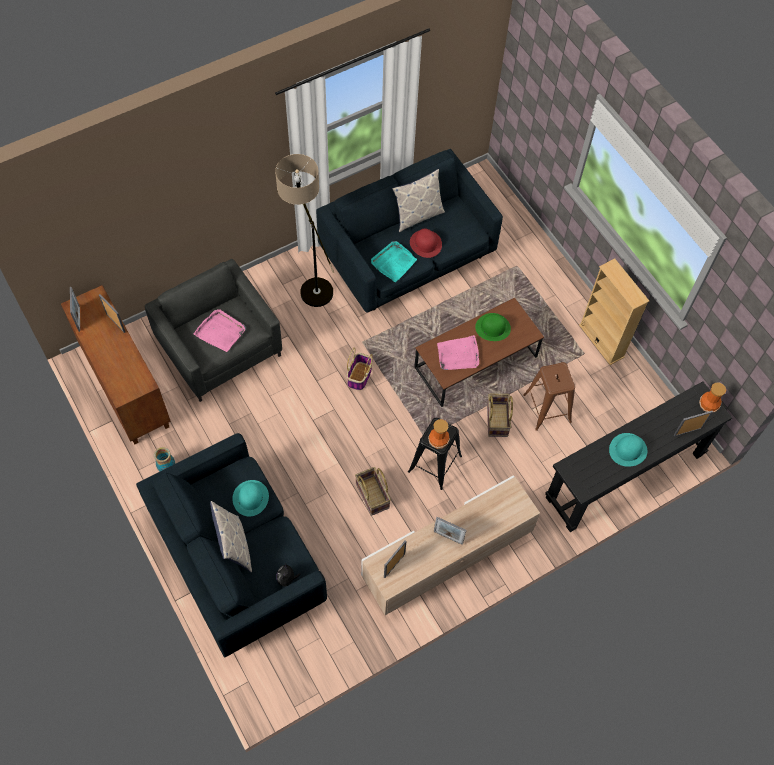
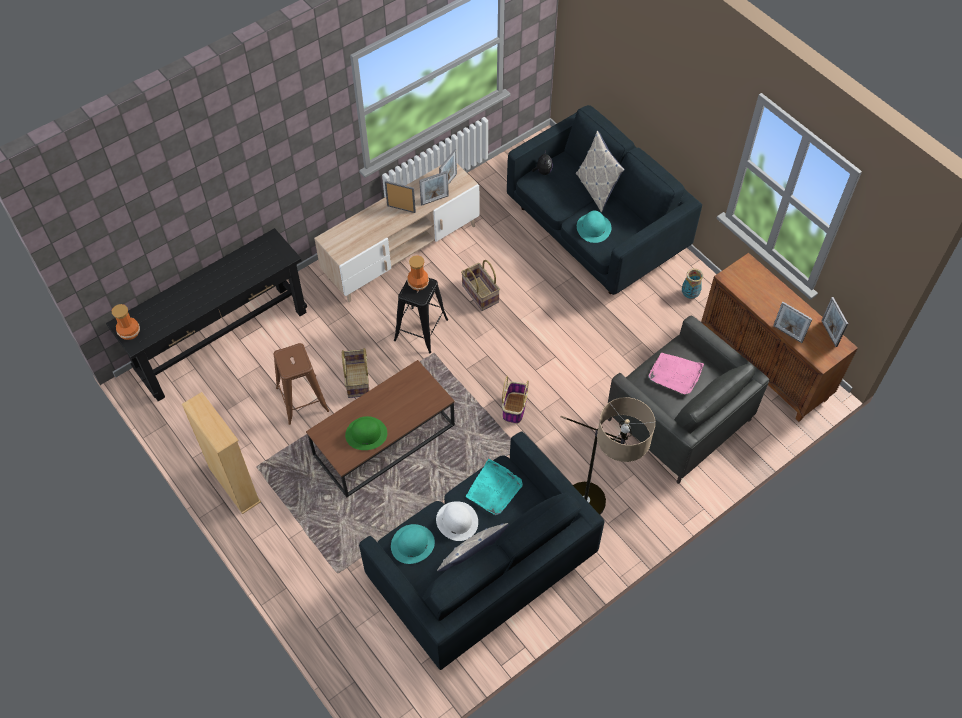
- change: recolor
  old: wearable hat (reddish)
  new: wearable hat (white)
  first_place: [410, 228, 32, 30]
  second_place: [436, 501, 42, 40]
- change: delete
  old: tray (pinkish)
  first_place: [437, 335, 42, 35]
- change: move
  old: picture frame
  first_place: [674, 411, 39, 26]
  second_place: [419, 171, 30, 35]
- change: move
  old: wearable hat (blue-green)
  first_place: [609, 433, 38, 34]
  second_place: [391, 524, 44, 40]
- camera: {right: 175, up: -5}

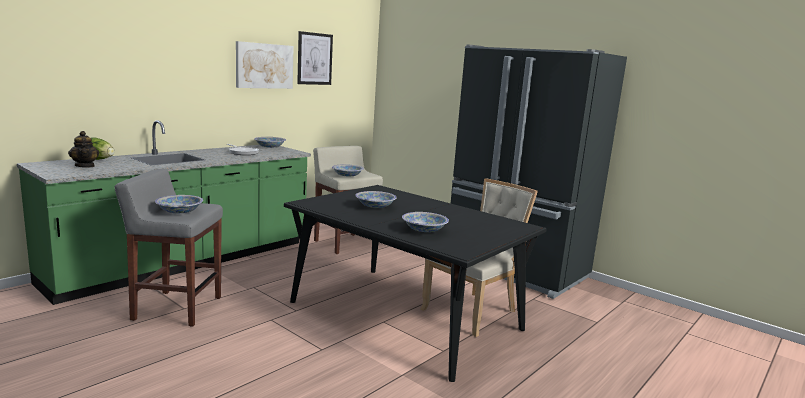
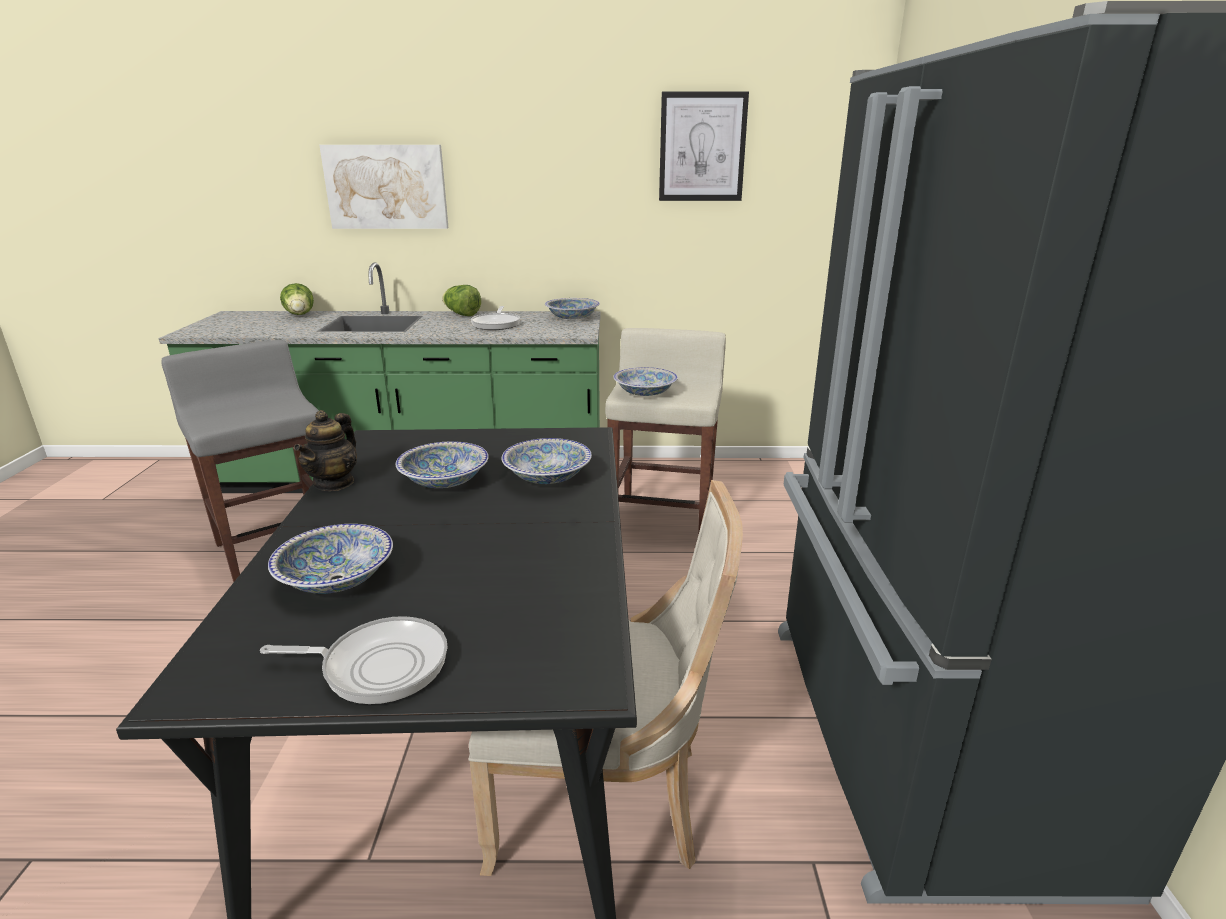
- change: move
  old: wall art
  first_place: [236, 41, 58, 48]
  second_place: [319, 145, 129, 84]
- change: move
  old: pot for tea
  first_place: [68, 131, 31, 37]
  second_place: [294, 410, 63, 81]
- change: move
  old: deep dish
  first_place: [155, 195, 48, 18]
  second_place: [501, 438, 91, 46]
- change: insert
  new: lettuce head
  second_place: [442, 285, 39, 31]
- change: insert
  new: frying pan
  second_place: [260, 616, 188, 88]
- camera: {right: 50, up: 10}

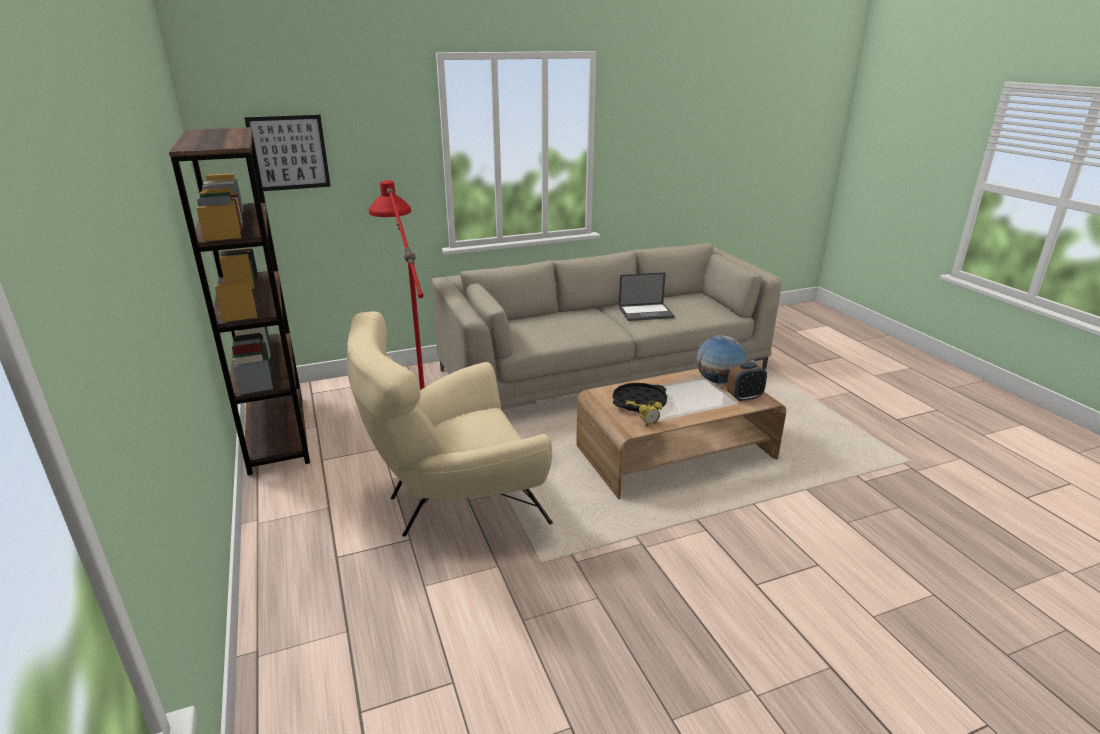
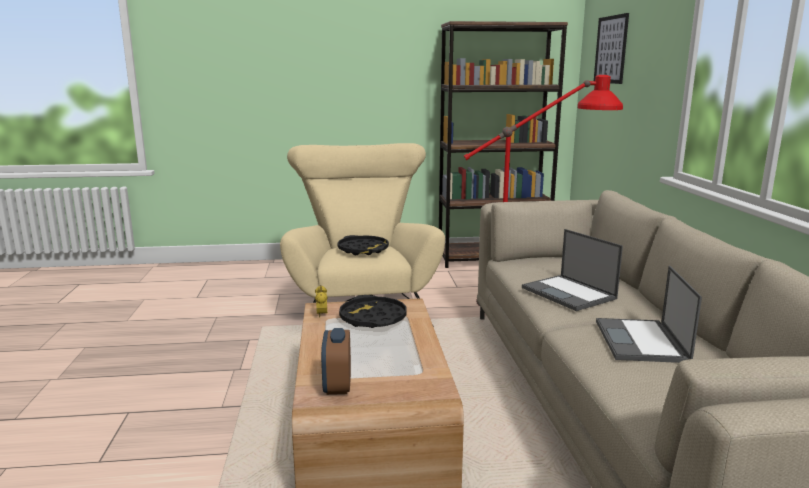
- change: delete
  old: globe
  first_place: [696, 335, 50, 48]
- change: insert
  new: notebook computer
  second_place: [522, 229, 101, 82]
- change: insert
  new: tray (black)
  second_place: [337, 235, 52, 21]
- camera: {right: 105, up: -10}

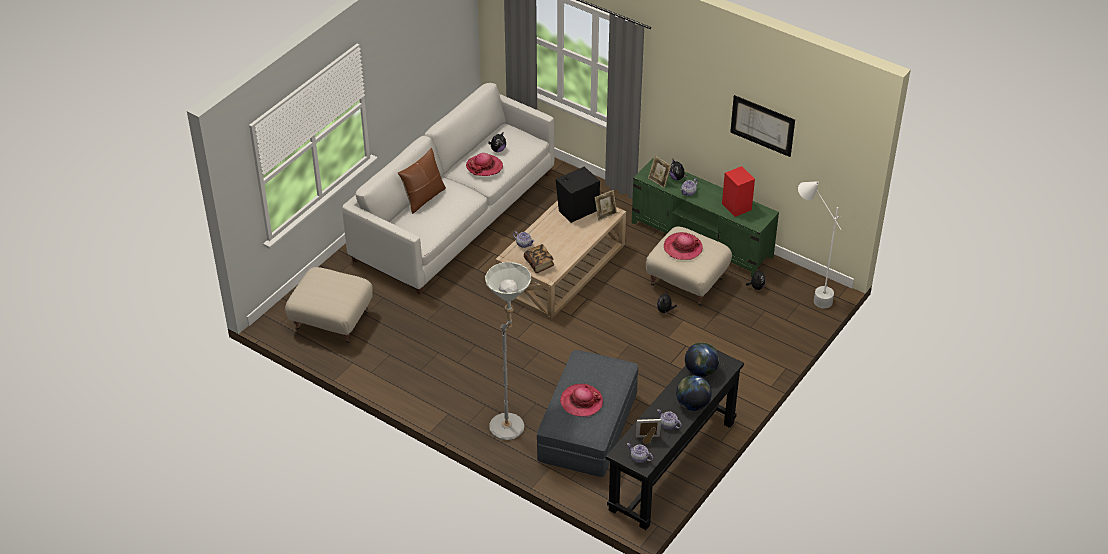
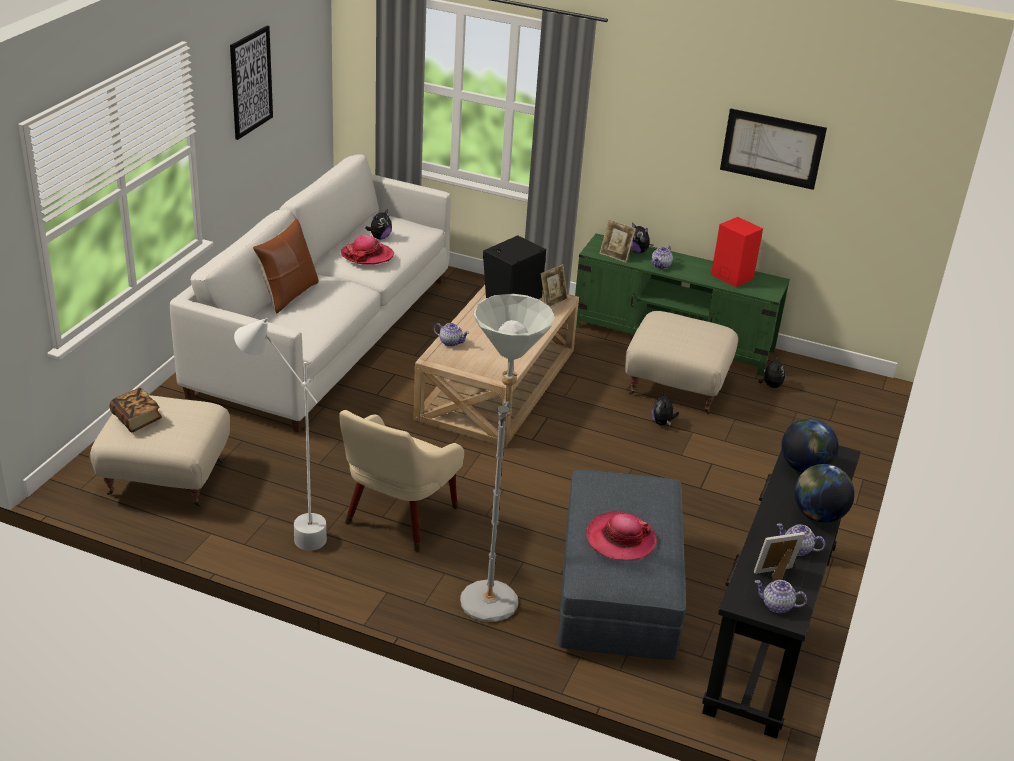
- change: move
  old: floor lamp (white)
  first_place: [798, 181, 43, 127]
  second_place: [234, 318, 93, 233]
- change: delete
  old: wearable hat
  first_place: [664, 232, 39, 28]
- change: move
  old: volume
  first_place: [524, 244, 30, 29]
  second_place: [110, 388, 52, 44]
- change: insert
  new: wall art
  second_place: [230, 26, 43, 114]
- change: insert
  new: armchair (beige-coloured)
  second_place: [339, 410, 125, 142]
- camera: {right: -15, up: -10}

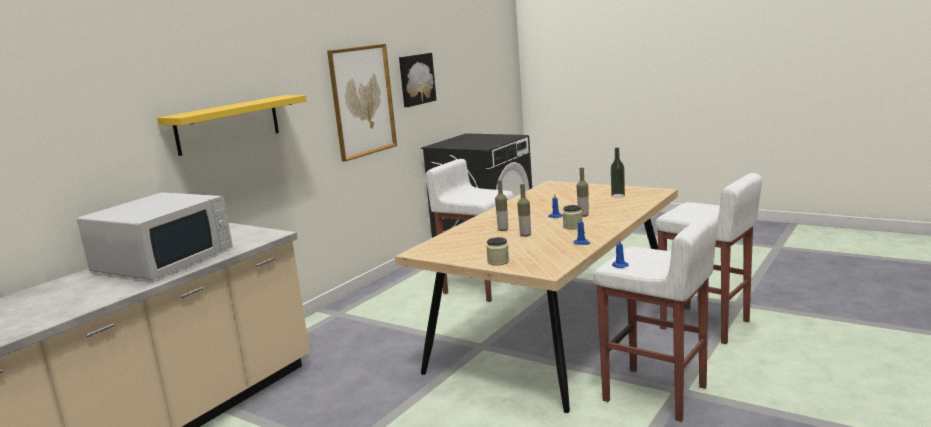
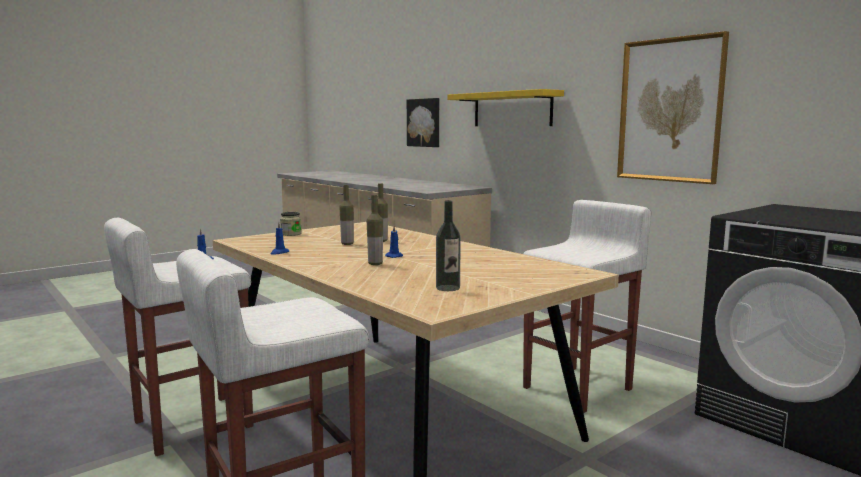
- change: move
  old: wall art
  first_place: [399, 53, 37, 54]
  second_place: [407, 98, 32, 49]
- change: delete
  old: microwave oven (white)
  first_place: [77, 192, 156, 88]
- change: delete
  old: preserve jar
  first_place: [563, 205, 19, 24]
- camera: {right: 105, up: -5}

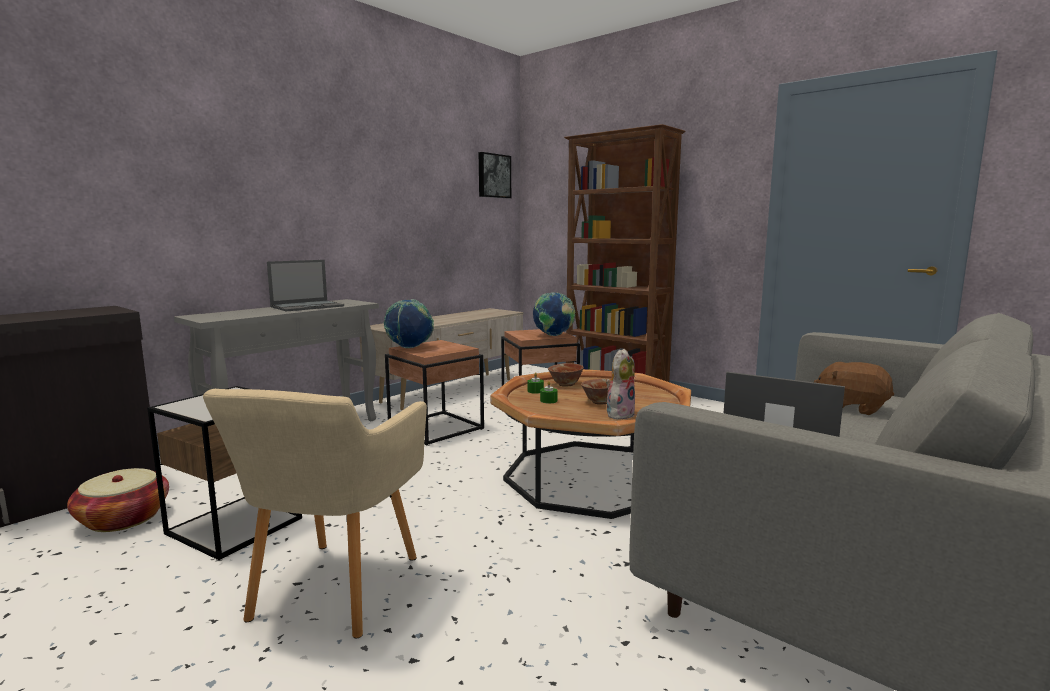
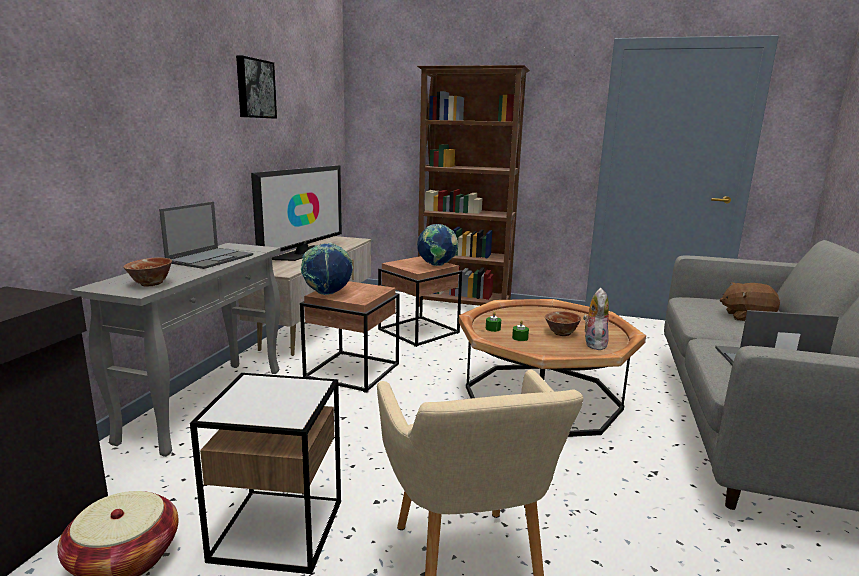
- change: move
  old: wall art
  first_place: [479, 152, 32, 46]
  second_place: [236, 55, 41, 64]
- change: move
  old: deep dish
  first_place: [548, 363, 36, 24]
  second_place: [123, 257, 49, 30]
- change: insert
  new: television
  second_place: [251, 165, 91, 96]
- camera: {right: -25, up: 5}

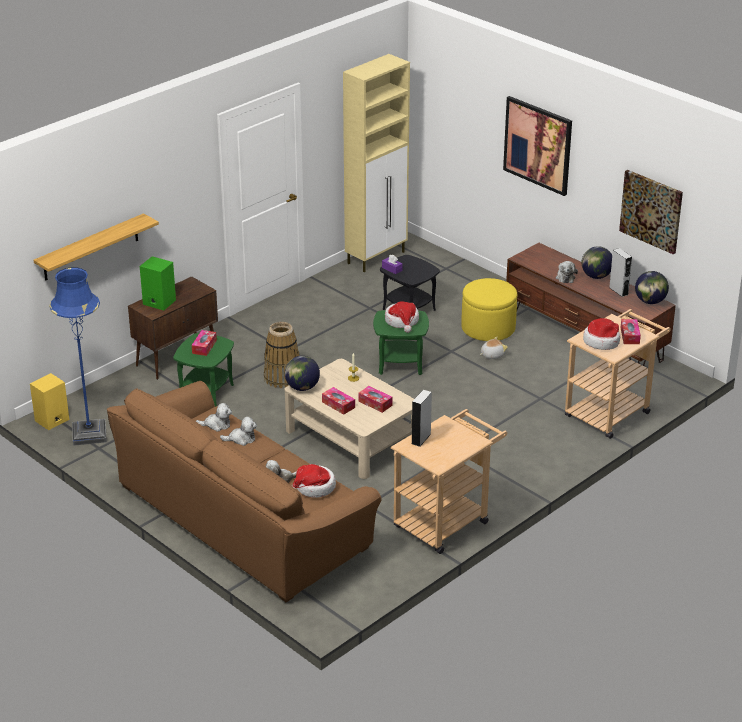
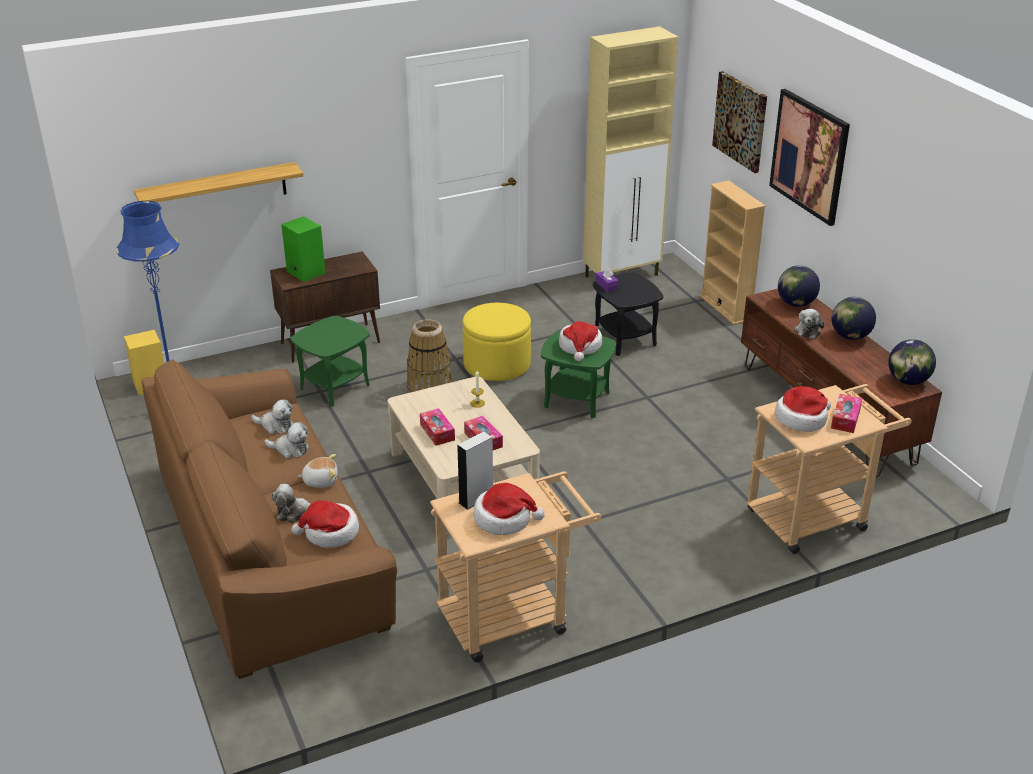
- change: move
  old: wall art
  first_place: [619, 170, 64, 84]
  second_place: [712, 71, 55, 102]
- change: delete
  old: speaker (greyish)
  first_place: [609, 248, 23, 49]
- change: move
  old: ottoman (yellowish)
  first_place: [461, 278, 56, 63]
  second_place: [462, 303, 69, 78]
- change: delete
  old: tissue box
  first_place: [192, 330, 25, 26]
- change: move
  old: soft toy
  first_place: [480, 337, 28, 22]
  second_place: [297, 454, 41, 34]
- change: move
  old: globe
  first_place: [285, 356, 35, 35]
  second_place: [778, 265, 42, 42]
- change: insert
  new: shelving unit (beige-coloured)
  second_place: [700, 181, 66, 144]
- change: insert
  new: wearable hat
  second_place: [474, 483, 71, 52]
- camera: {right: 20, up: 0}

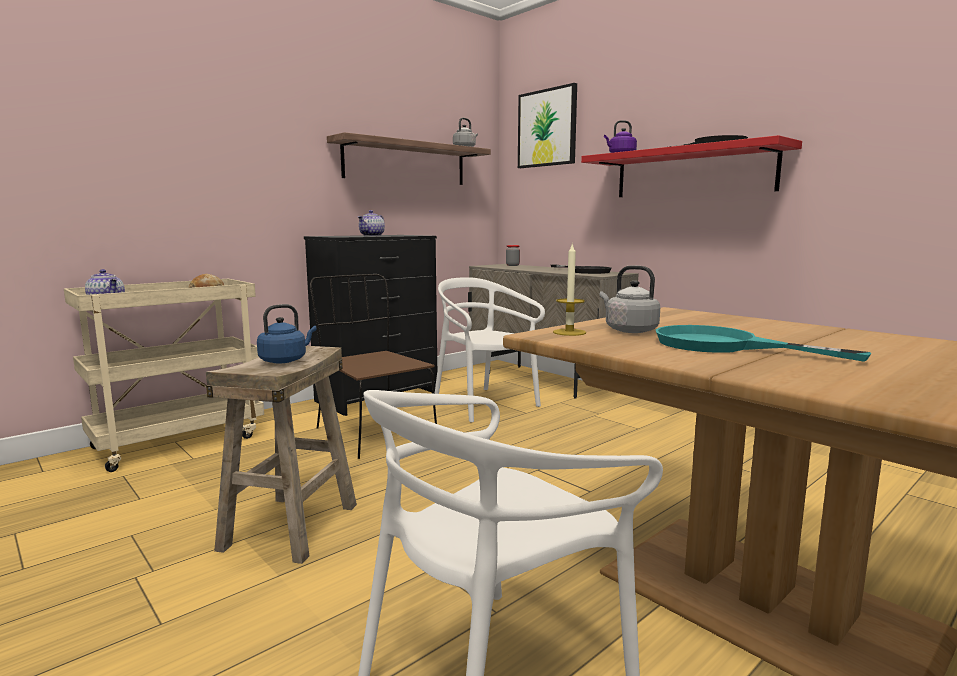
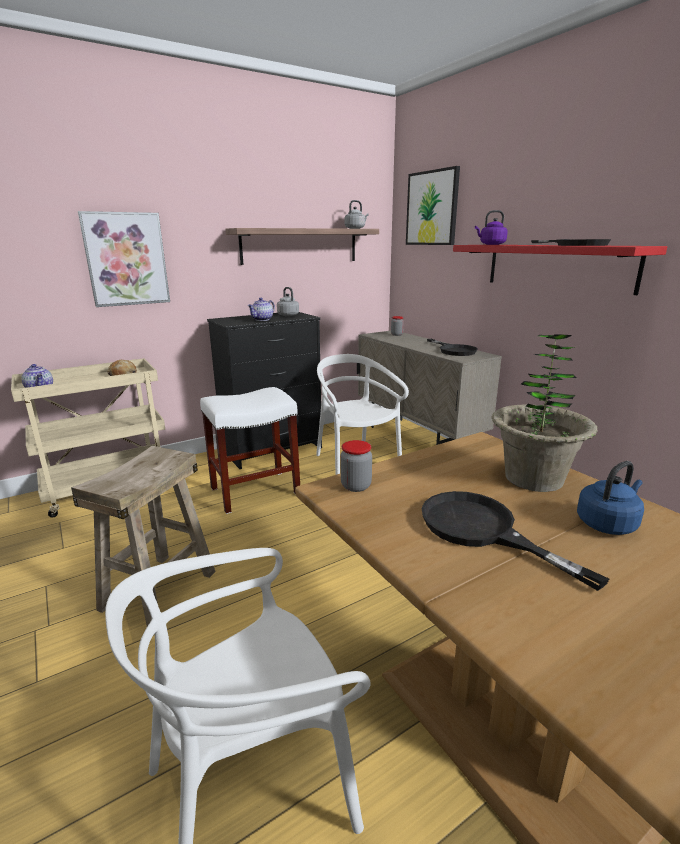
- change: replace
  old: candle
  new: preserve jar
  first_place: [553, 243, 33, 93]
  second_place: [341, 440, 31, 52]
- change: move
  old: tea kettle (greyish)
  first_place: [600, 265, 60, 68]
  second_place: [277, 287, 22, 29]
- change: replace
  old: upright chair (brown)
  new: stool (white)
  first_place: [310, 274, 127, 185]
  second_place: [200, 387, 100, 127]
- change: move
  old: tea kettle (blue-coloured)
  first_place: [257, 304, 60, 59]
  second_place: [577, 461, 67, 74]
- change: recolor
  old: frying pan (blue-green)
  new: frying pan (black)
  first_place: [656, 325, 215, 37]
  second_place: [422, 491, 187, 100]
- change: insert
  new: wall art
  second_place: [78, 211, 92, 96]
- change: insert
  new: plant in a pot
  second_place: [492, 334, 106, 158]
- camera: {right: 10, up: 10}

